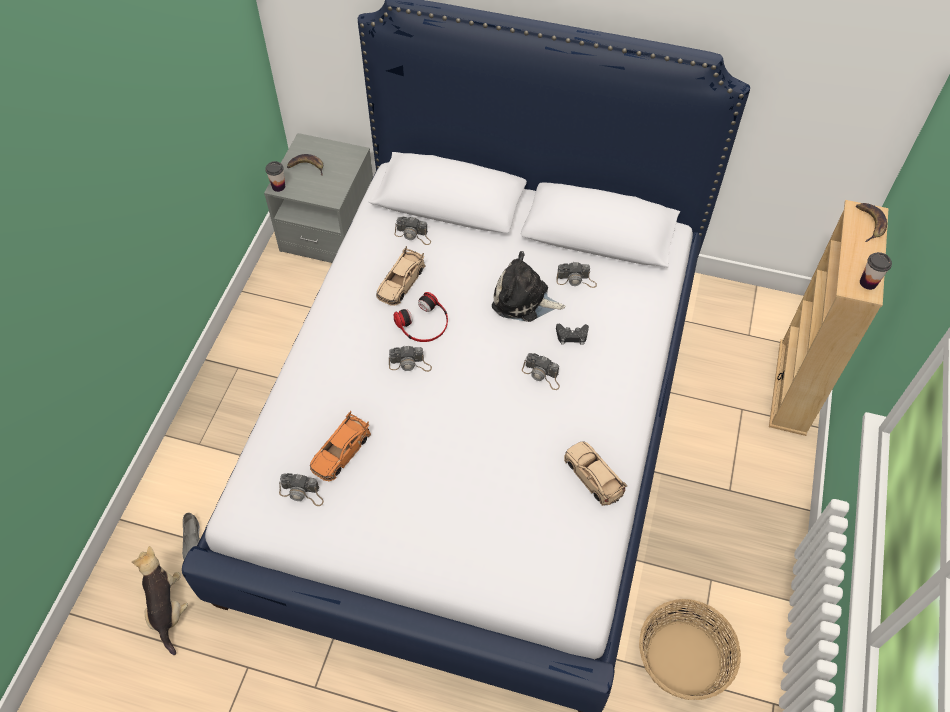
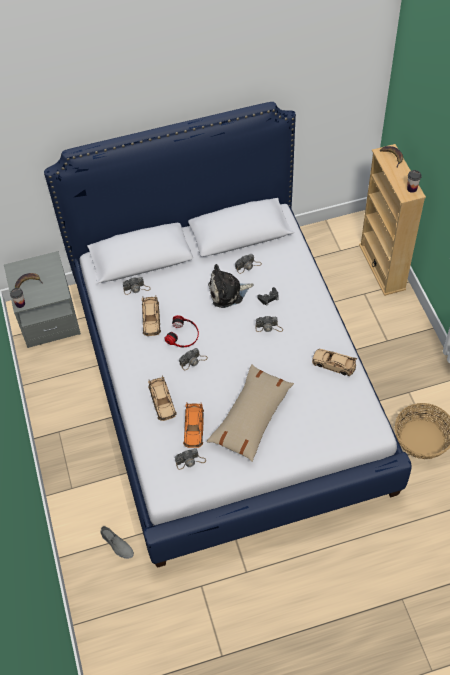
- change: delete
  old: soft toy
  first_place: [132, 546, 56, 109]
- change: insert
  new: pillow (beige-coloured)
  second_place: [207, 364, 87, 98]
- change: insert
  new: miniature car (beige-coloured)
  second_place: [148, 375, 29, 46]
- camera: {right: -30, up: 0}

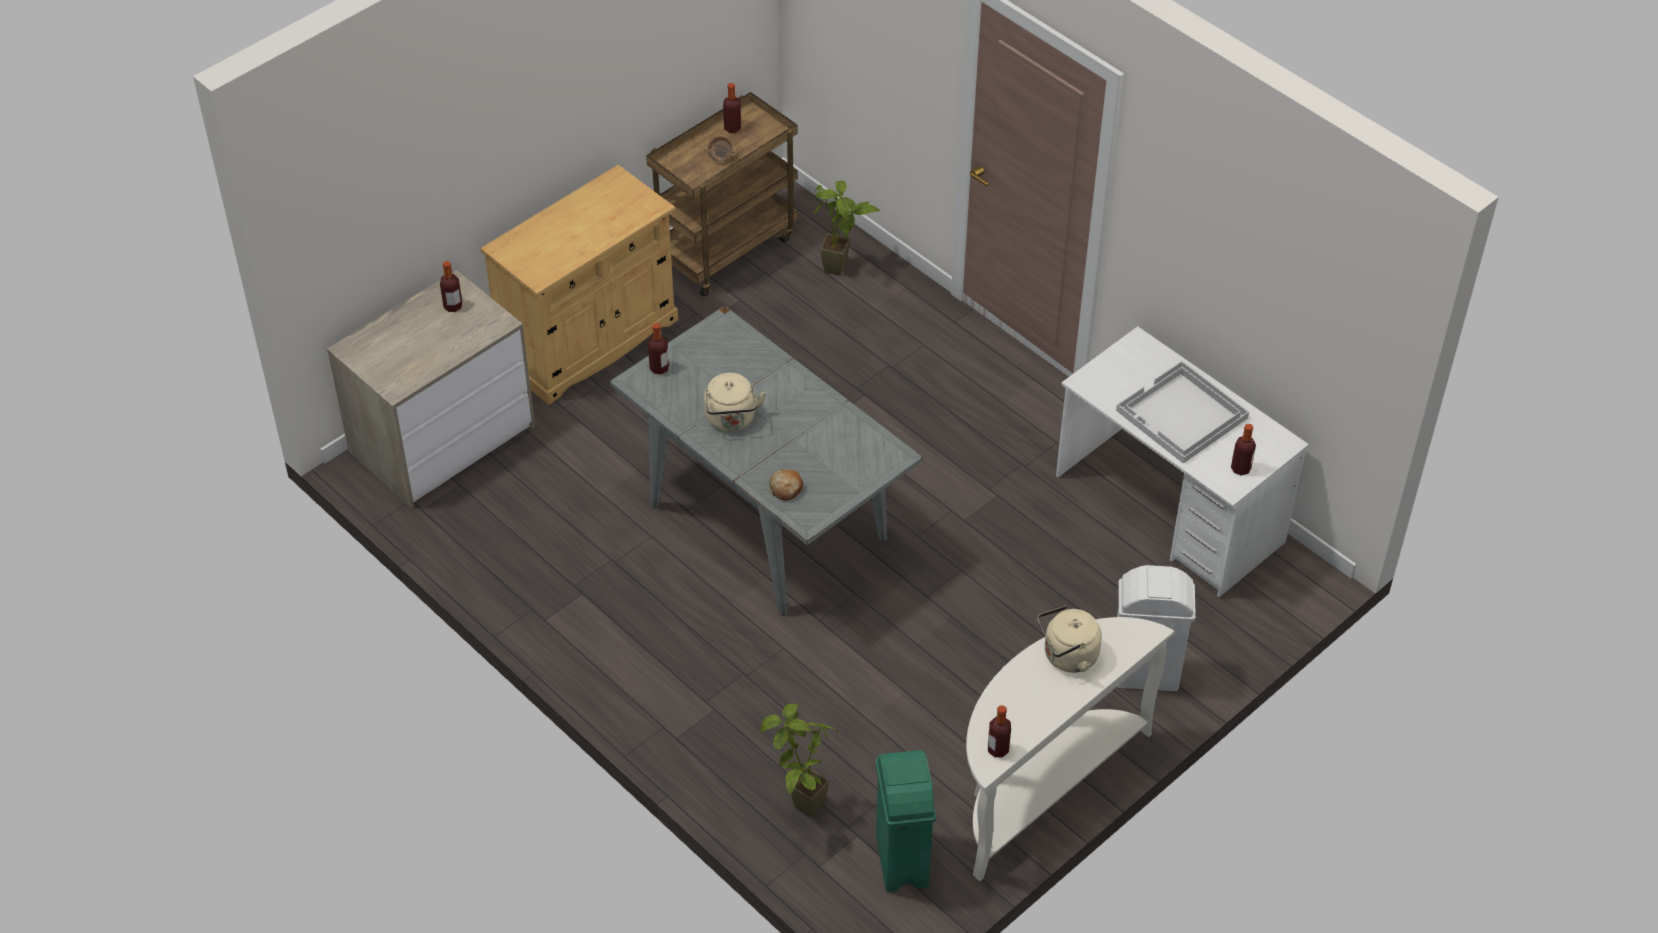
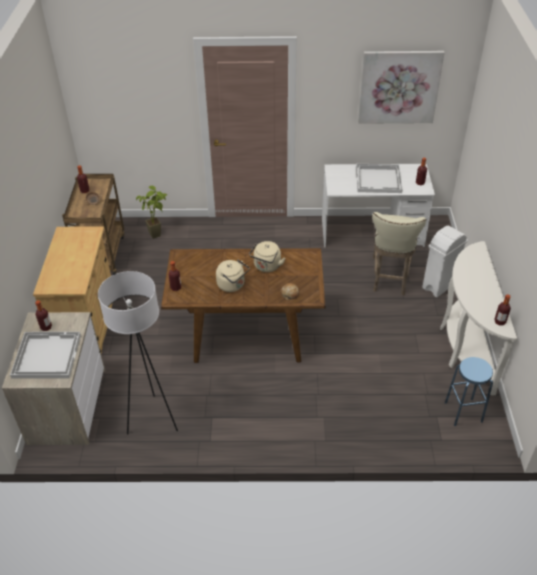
- change: recolor
  old: dining table (greyish)
  new: dining table (brown)
  first_place: [610, 306, 313, 310]
  second_place: [161, 248, 165, 115]
- change: move
  old: tea kettle (beige-coloured)
  first_place: [1038, 605, 64, 68]
  second_place: [249, 241, 36, 31]
- change: delete
  old: plant in a pot
  first_place: [760, 704, 78, 114]
- change: replace
  old: rubbish bin (greenish)
  new: stool (blue-coloured)
  first_place: [876, 750, 60, 142]
  second_place: [445, 357, 48, 69]
- change: insert
  new: wall art
  second_place: [358, 51, 87, 73]
- change: insert
  new: stool (beige-coloured)
  second_place: [372, 212, 54, 83]
- change: insert
  new: floor lamp (white)
  second_place: [98, 271, 80, 163]
- change: insert
  new: tray (white)
  second_place: [10, 332, 71, 47]
- camera: {right: -45, up: -5}

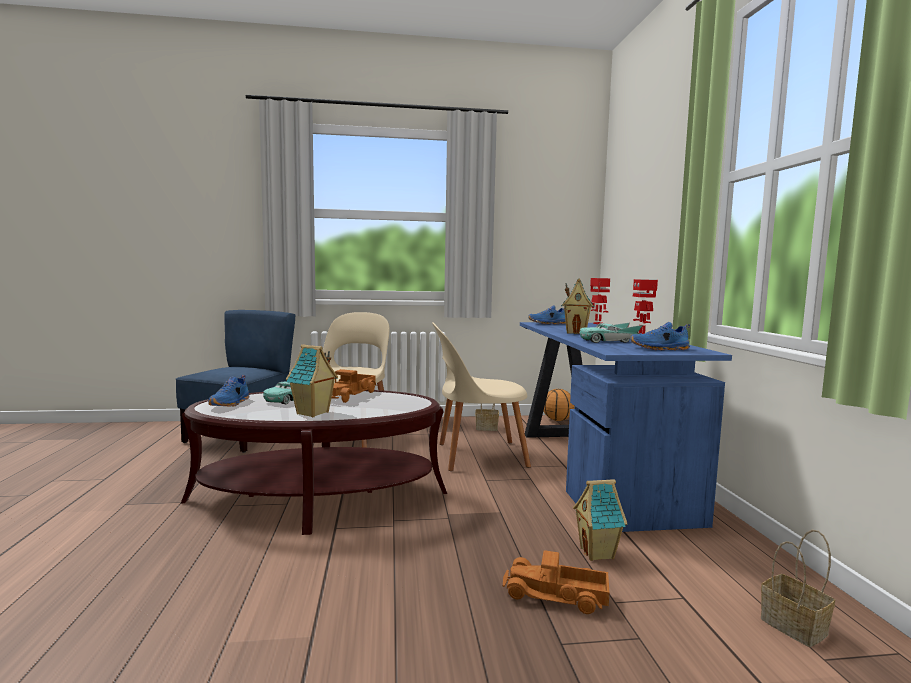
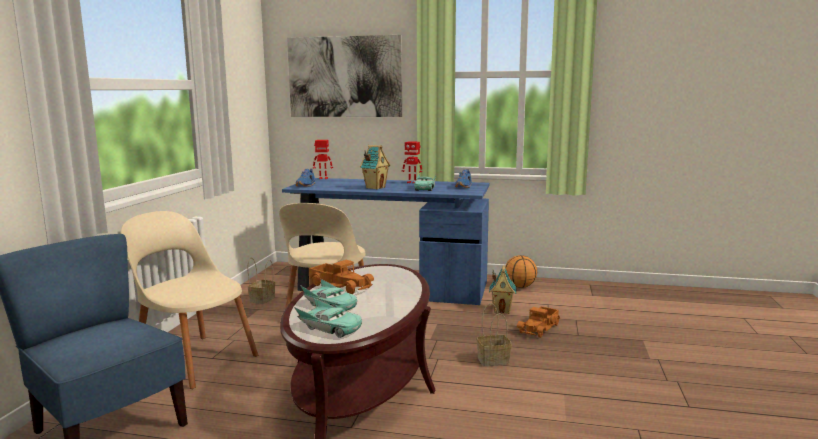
- change: delete
  old: model house
  first_place: [286, 344, 52, 73]
- change: replace
  old: low shoe (blue-coloured)
  new: miniature car (blue-green)
  first_place: [208, 375, 41, 31]
  second_place: [294, 299, 68, 39]
- change: move
  old: basketball
  first_place: [544, 389, 31, 32]
  second_place: [505, 255, 32, 33]
- change: move
  old: basket
  first_place: [761, 530, 74, 117]
  second_place: [477, 303, 35, 64]
- change: insert
  new: wall art
  second_place: [287, 35, 115, 82]
- camera: {right: -70, up: 5}

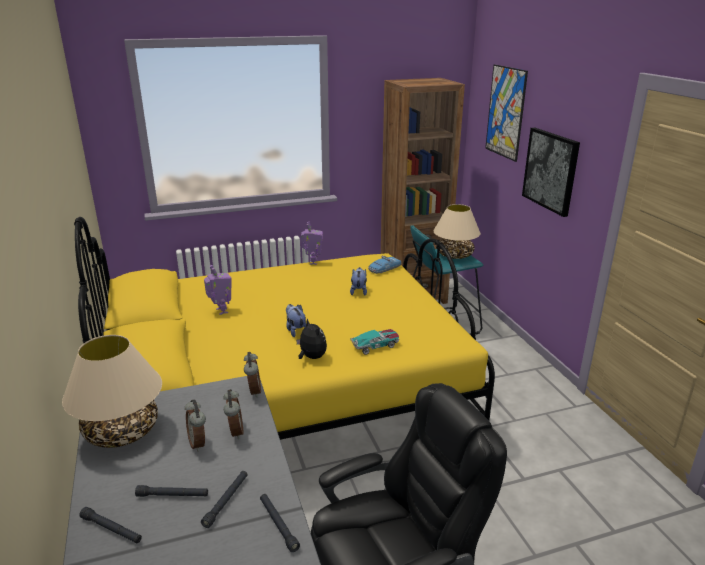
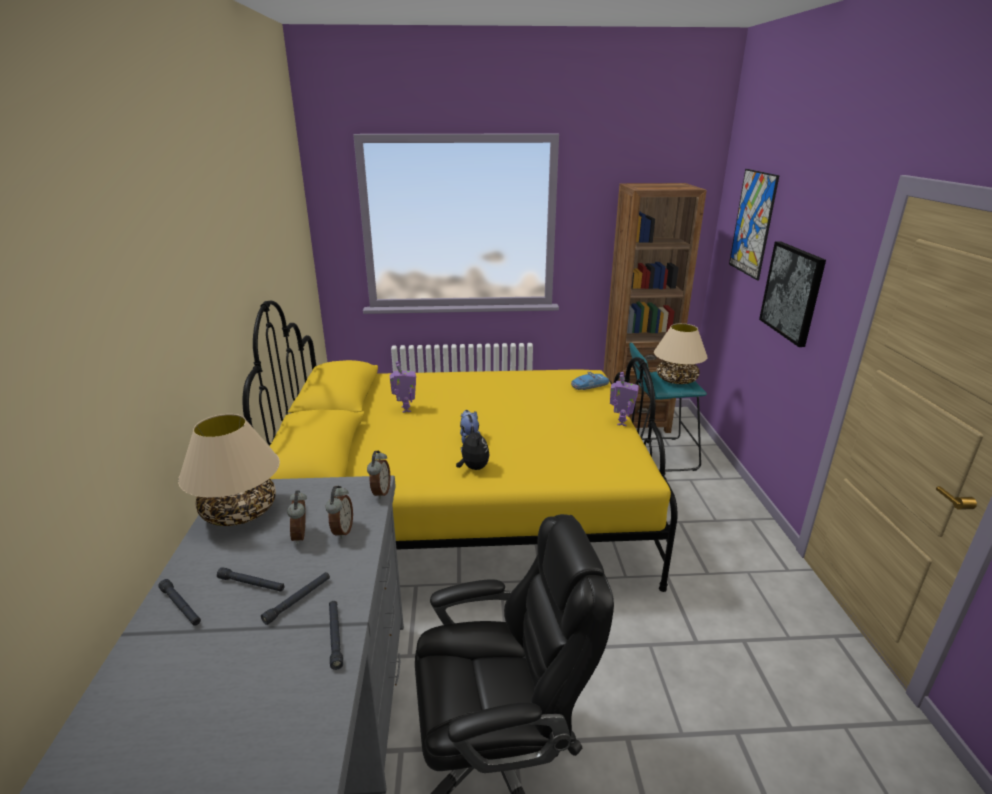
- change: move
  old: robot figure
  first_place: [301, 222, 22, 43]
  second_place: [610, 372, 29, 54]
- change: delete
  old: soft toy
  first_place: [350, 267, 17, 28]
- change: delete
  old: miniature car
  first_place: [350, 329, 49, 26]
- camera: {right: 15, up: 0}

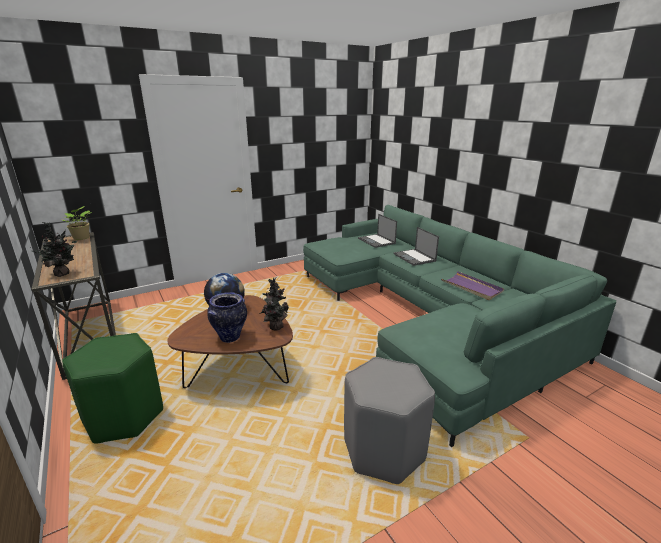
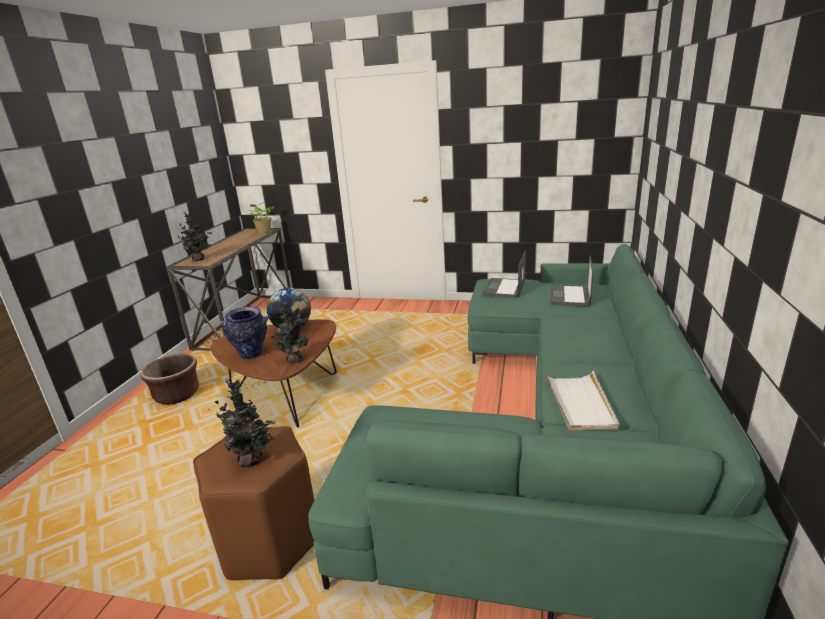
- change: move
  old: notebook computer
  first_place: [394, 227, 45, 39]
  second_place: [482, 251, 44, 47]
- change: recolor
  old: tray (purple)
  new: tray (white)
  first_place: [441, 271, 63, 29]
  second_place: [545, 371, 75, 60]
- change: replace
  old: stool (greenish)
  new: flower pot (brown)
  first_place: [62, 333, 101, 111]
  second_place: [141, 354, 58, 51]
- change: recolor
  old: stool (greyish)
  new: stool (brown)
  first_place: [344, 357, 91, 127]
  second_place: [193, 426, 121, 154]
- change: insert
  new: plant in a pot
  second_place: [208, 379, 67, 88]
- camera: {right: 45, up: 0}

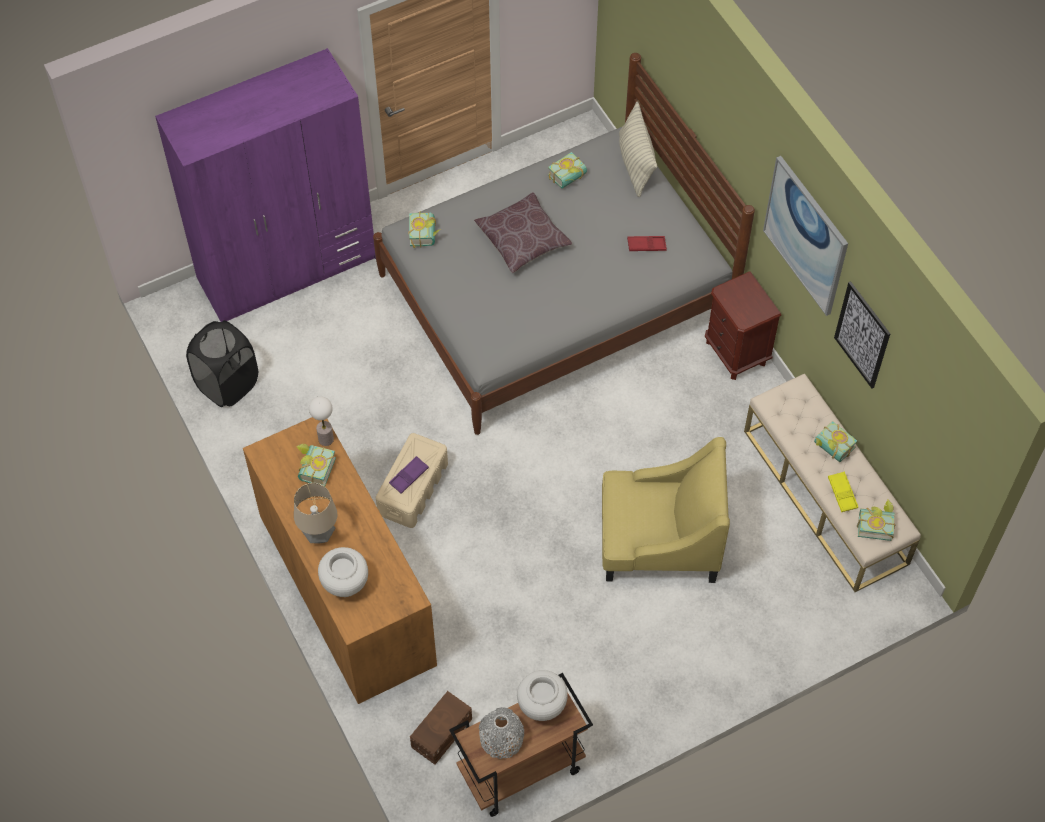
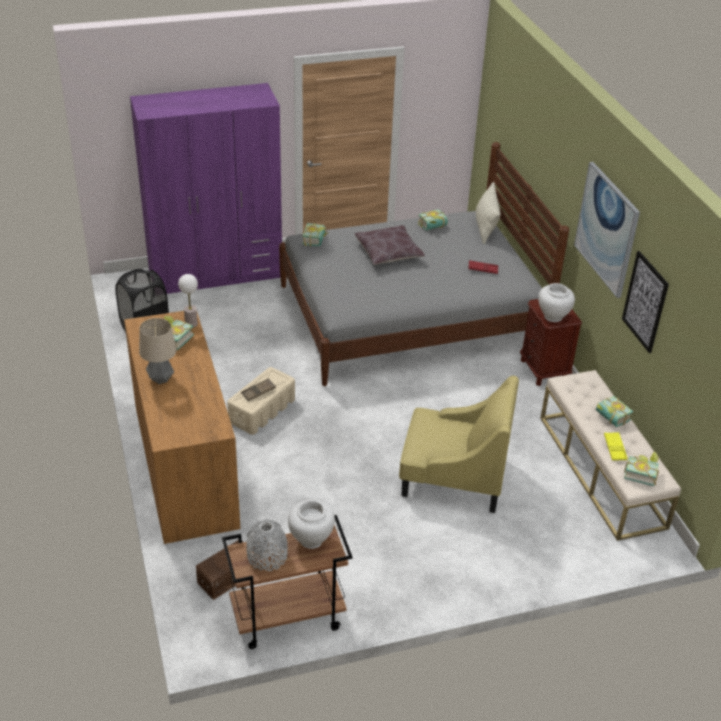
- change: recolor
  old: tray (purple)
  new: tray (brown)
  first_place: [389, 456, 40, 38]
  second_place: [241, 378, 35, 23]
- change: move
  old: decorative vase (white)
  first_place: [318, 547, 50, 50]
  second_place: [538, 283, 37, 39]
- camera: {right: 10, up: -20}

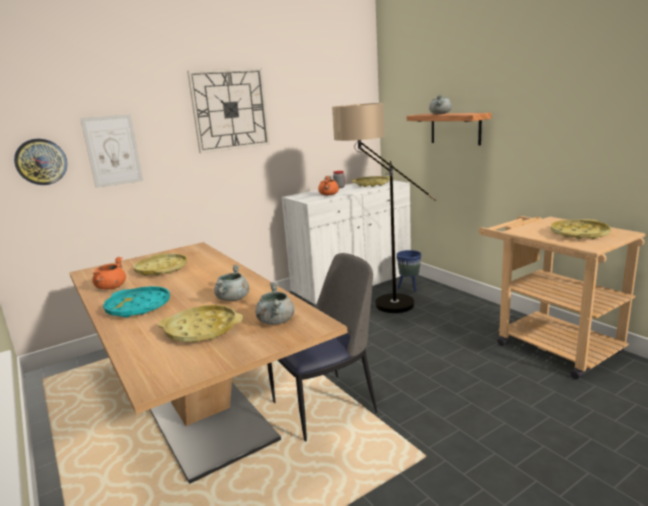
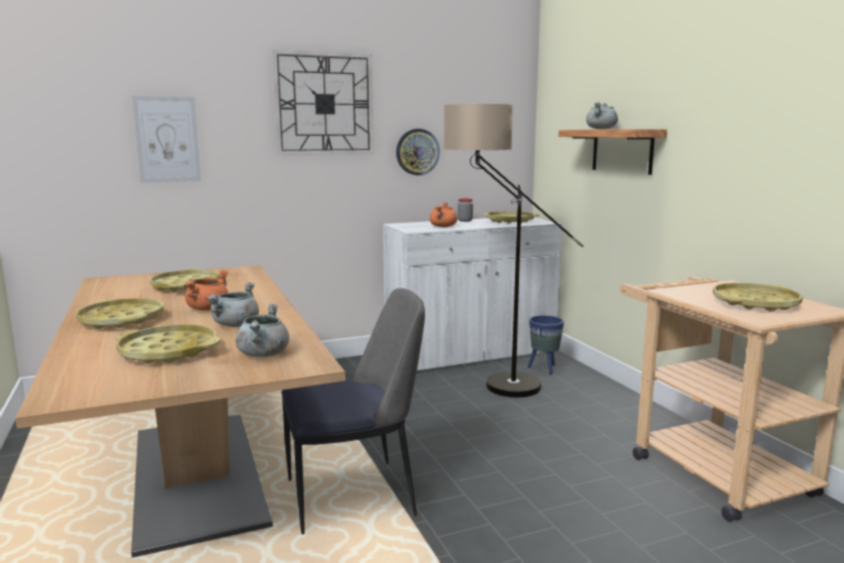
- change: move
  old: hanging clock
  first_place: [14, 138, 53, 47]
  second_place: [396, 129, 44, 46]
- change: move
  old: cooking pot (orange-coloured)
  first_place: [92, 257, 34, 32]
  second_place: [185, 270, 44, 41]
- change: recolor
  old: tray (blue-green)
  new: tray (yellowish)
  first_place: [103, 286, 67, 32]
  second_place: [76, 298, 88, 31]
- camera: {right: 10, up: -5}

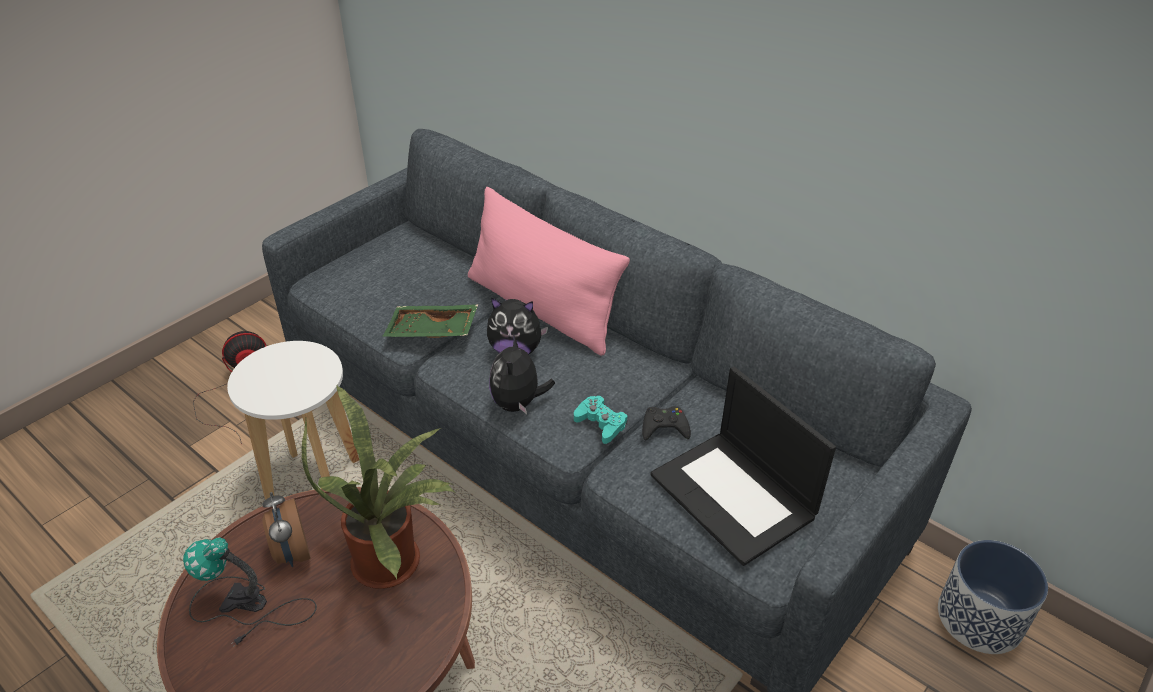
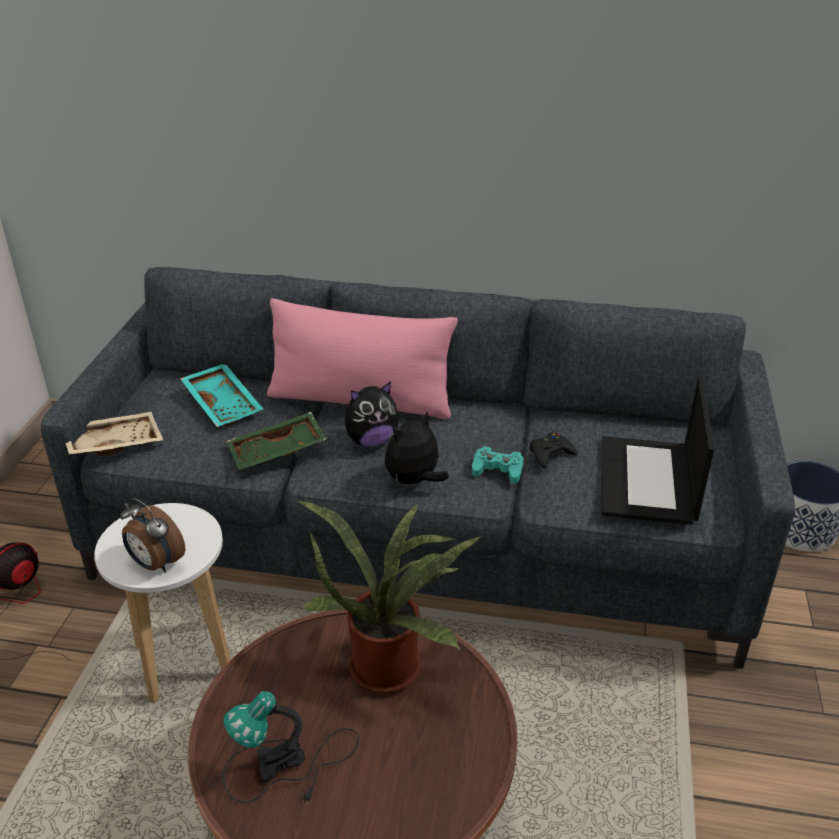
- change: rotate
  old: soft toy
  first_place: [489, 334, 66, 80]
  second_place: [385, 412, 64, 74]
  degrees: 75
- change: rotate
  old: notebook computer
  first_place: [650, 367, 186, 199]
  second_place: [601, 377, 113, 148]
  degrees: 75
- change: move
  old: bedside clock
  first_place: [262, 492, 49, 75]
  second_place: [120, 498, 65, 75]
- change: insert
  new: tray (blue-green)
  second_place: [180, 364, 83, 63]
- change: insert
  new: tray (beige-coloured)
  second_place: [66, 412, 97, 43]
- camera: {right: -30, up: -5}

